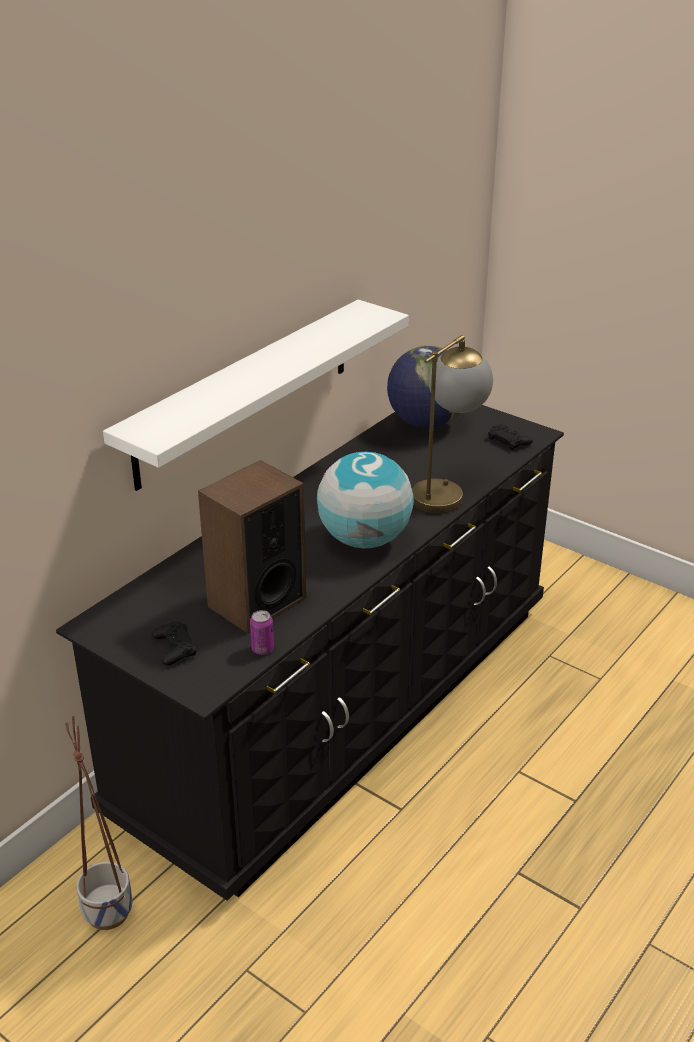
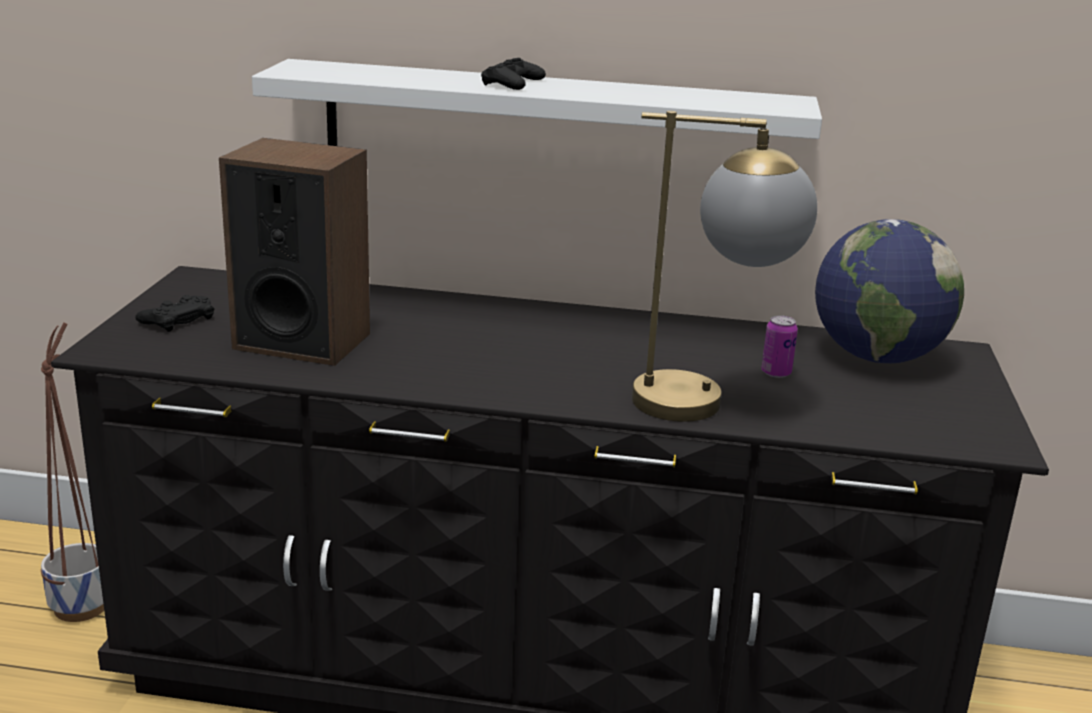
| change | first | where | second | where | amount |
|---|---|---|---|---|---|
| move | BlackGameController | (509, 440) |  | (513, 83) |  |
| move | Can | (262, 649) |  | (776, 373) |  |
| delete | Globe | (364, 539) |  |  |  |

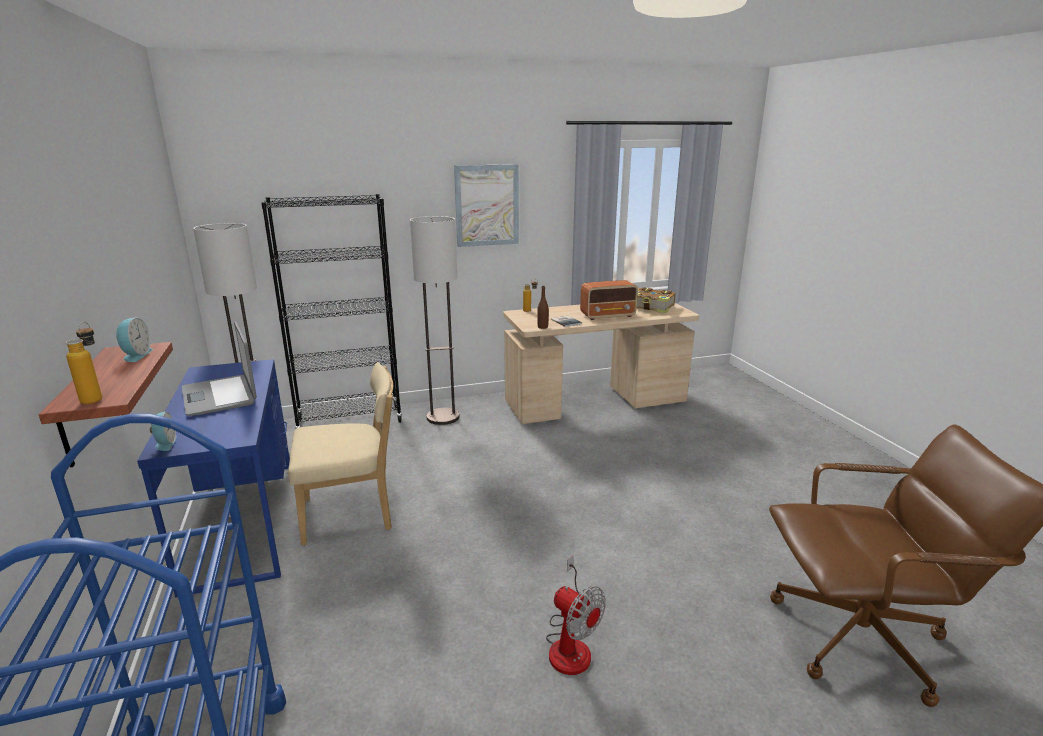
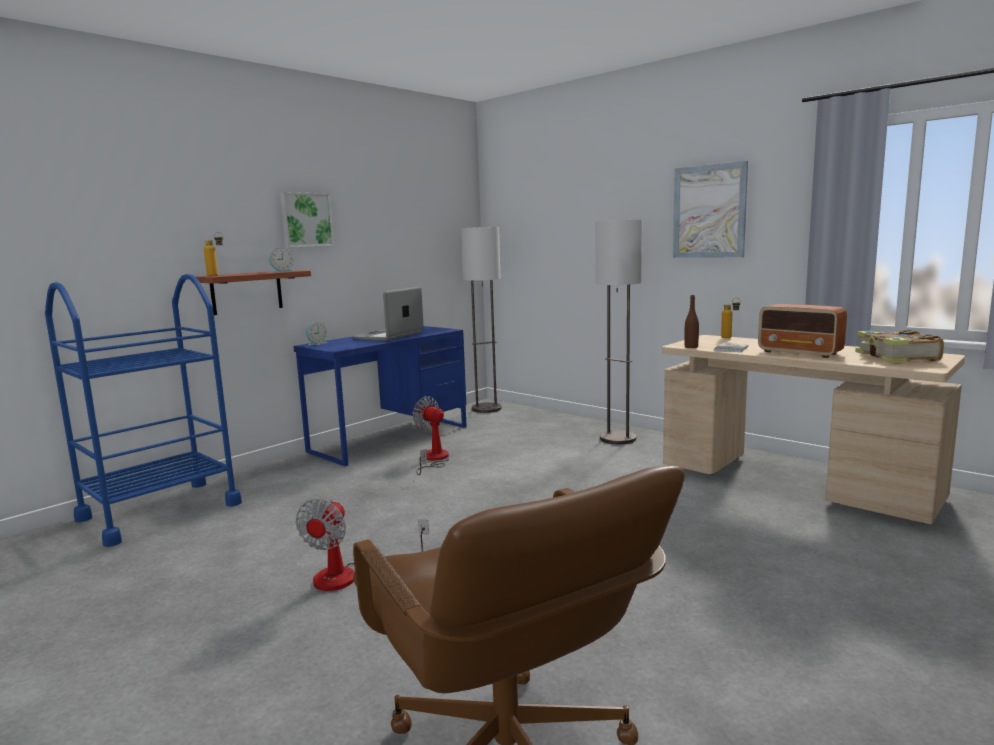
| change | first | where | second | where | amount |
|---|---|---|---|---|---|
| insert |  |  | Picture | (306, 220) |  |
| replace | BeigeChair | (352, 514) | Fan | (433, 459) |  |
| delete | BlackBookcase | (350, 420) |  |  |  |

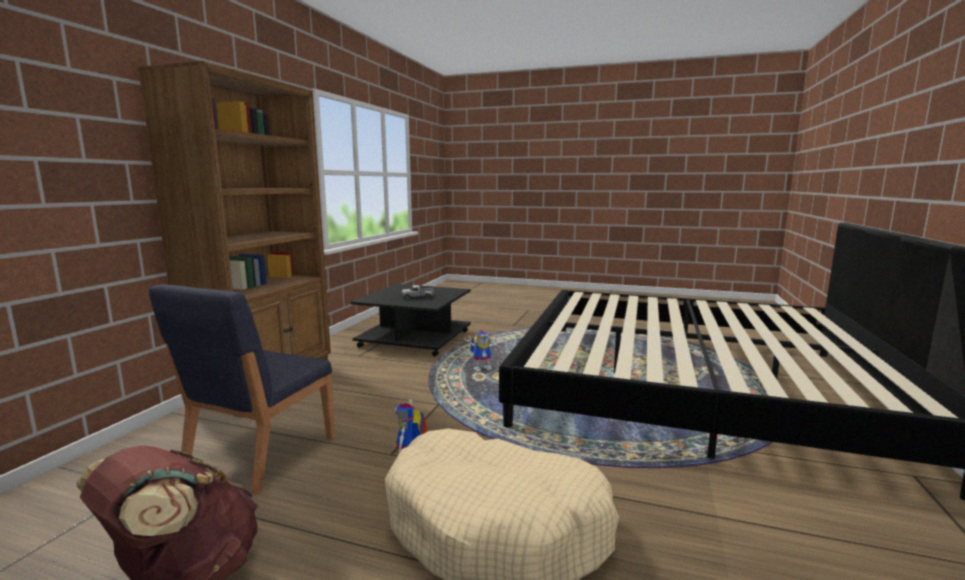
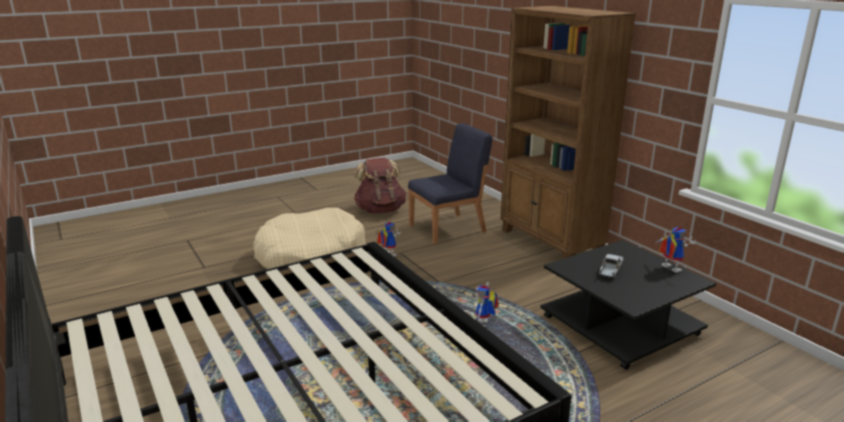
| change | first | where | second | where | amount |
|---|---|---|---|---|---|
| rotate | BlueChair | (259, 454) |  | (448, 228) | 90 degrees clockwise |
| insert |  |  | ToyRobot | (668, 268) |  |

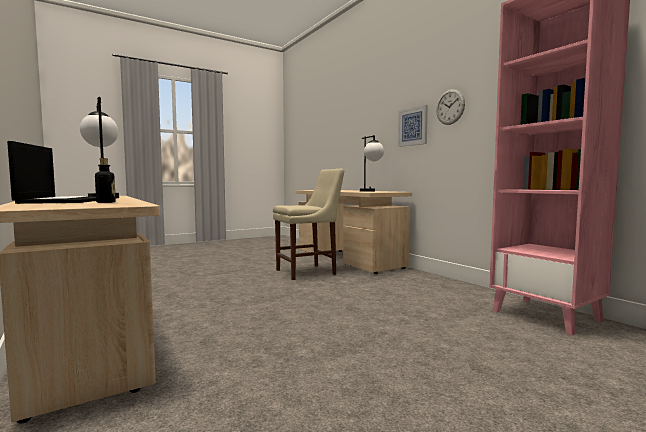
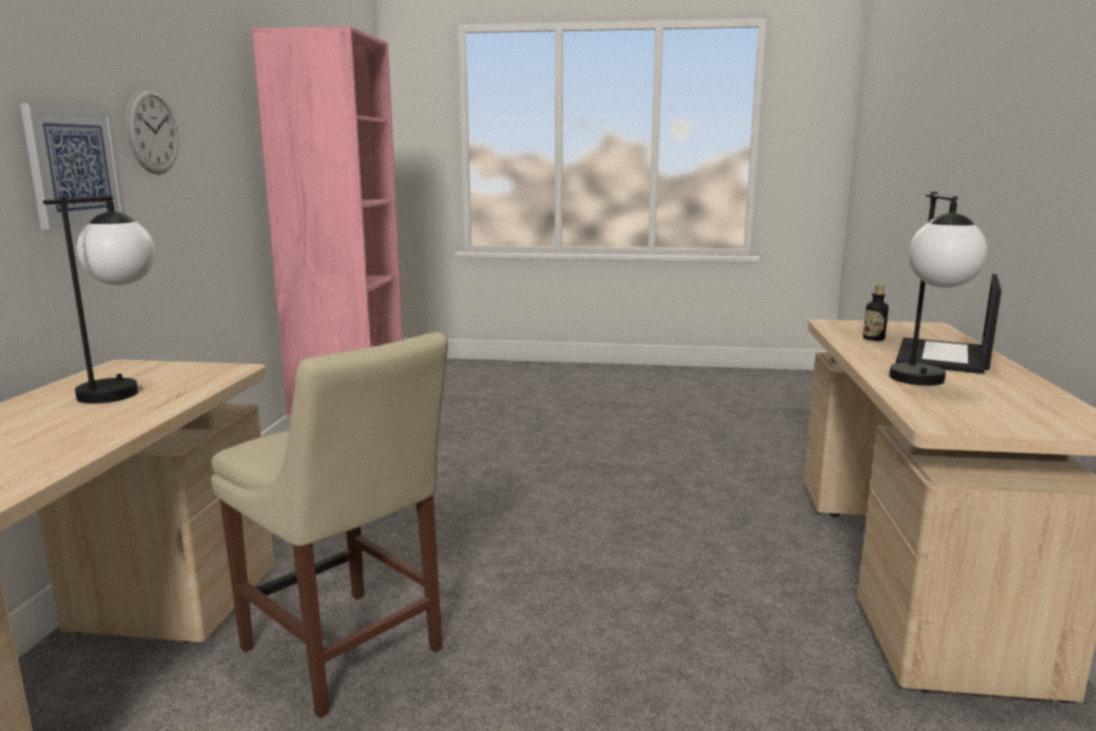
| change | first | where | second | where | amount |
|---|---|---|---|---|---|
| rotate | BeigeChair | (308, 272) |  | (346, 653) | 150 degrees counterclockwise |

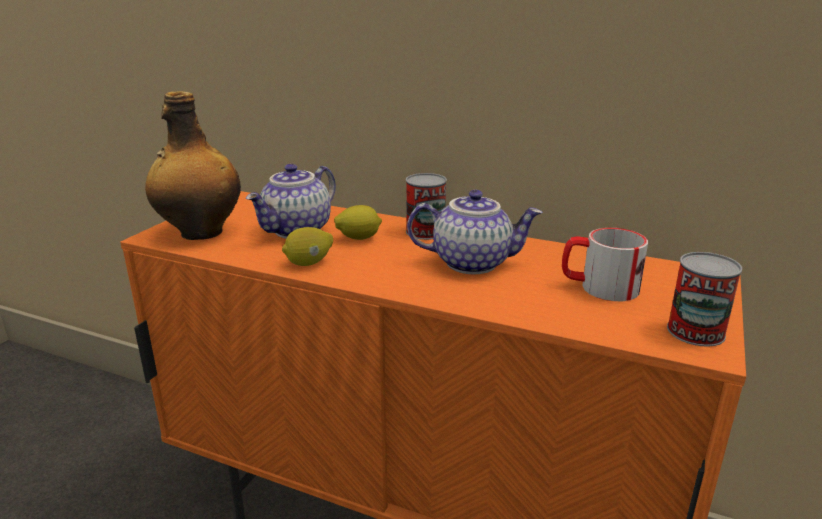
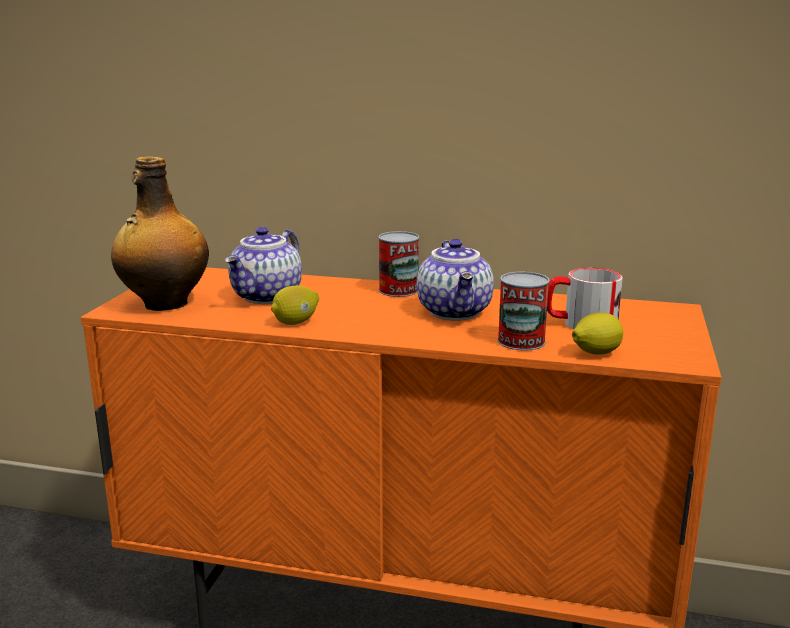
| change | first | where | second | where | amount |
|---|---|---|---|---|---|
| rotate | Teapot | (472, 262) |  | (456, 312) | 90 degrees clockwise |
| move | Can | (695, 331) |  | (521, 341) |  |
| move | Lemon | (358, 238) |  | (595, 353) |  |

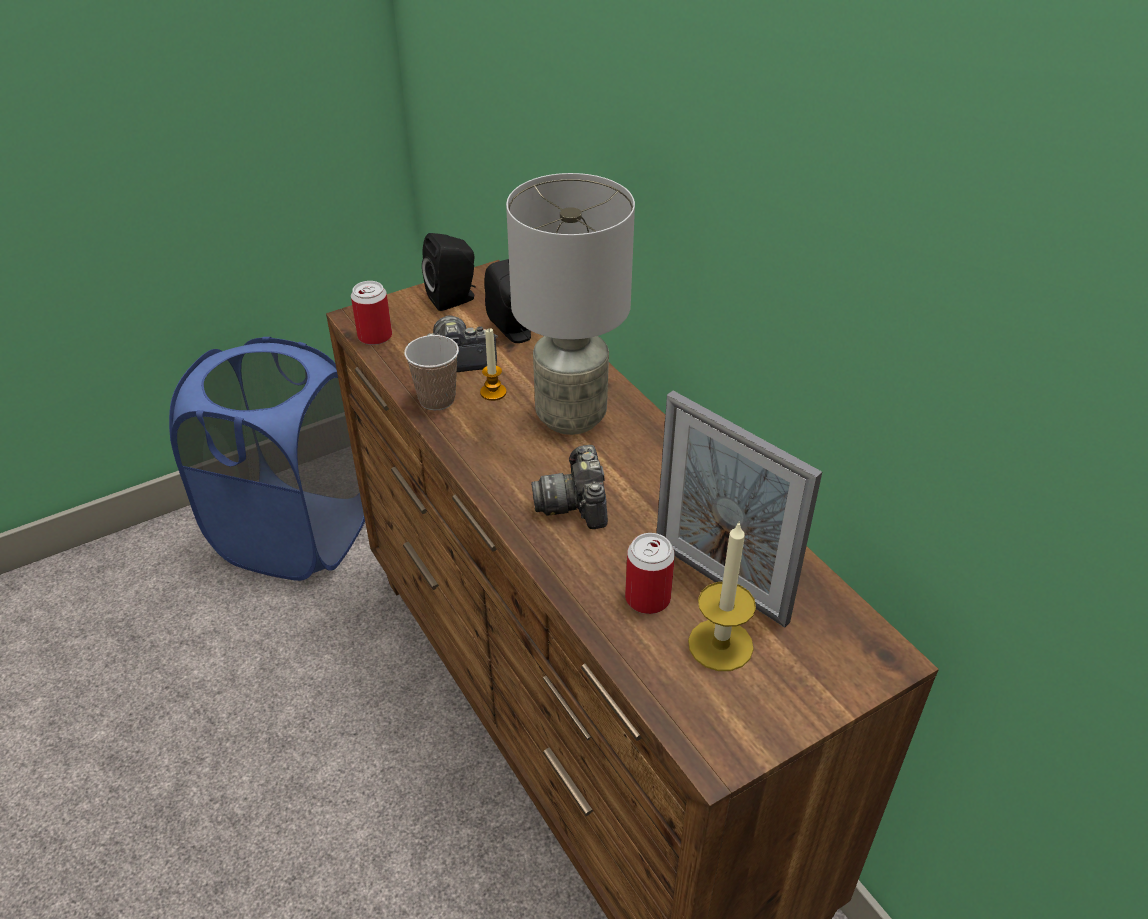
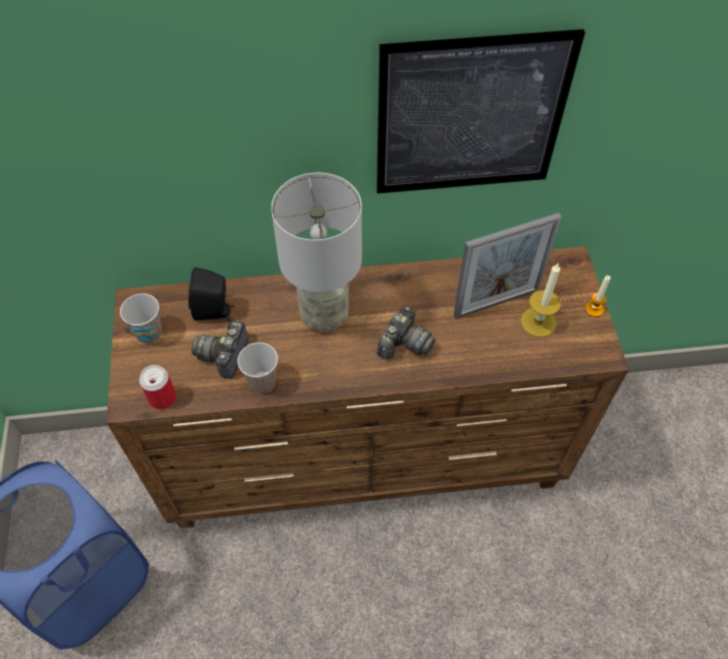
| change | first | where | second | where | amount |
|---|---|---|---|---|---|
| replace | BlackSpeaker | (454, 299) | Cup | (149, 333) |  |
| insert |  |  | Picture | (470, 117) |  |
| rotate | PhotoCamera | (575, 503) |  | (404, 343) | 75 degrees counterclockwise |
| move | Candle | (493, 392) |  | (594, 309) |  |
| delete | Can | (647, 598) |  |  |  |

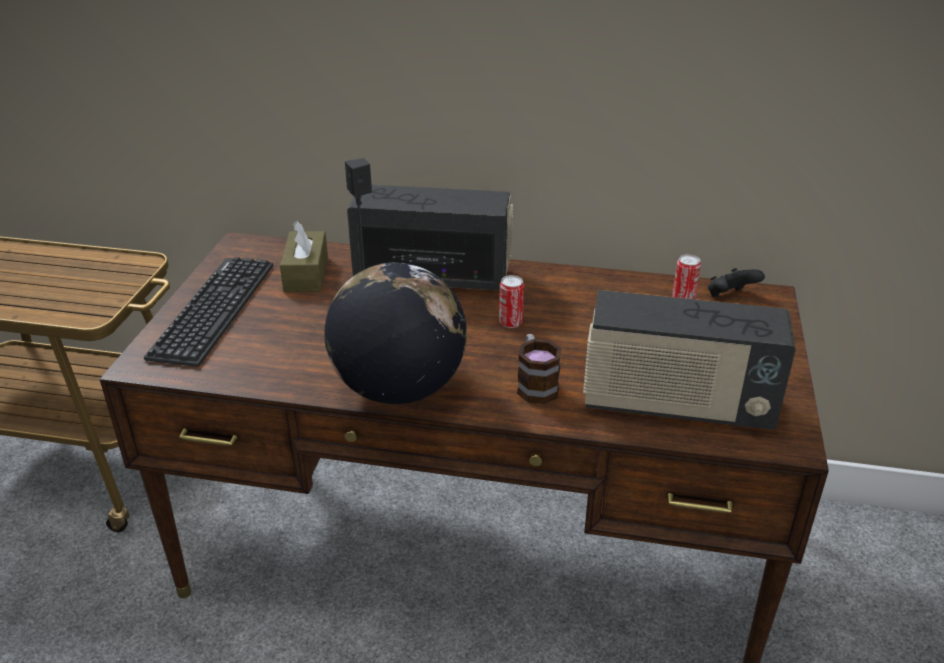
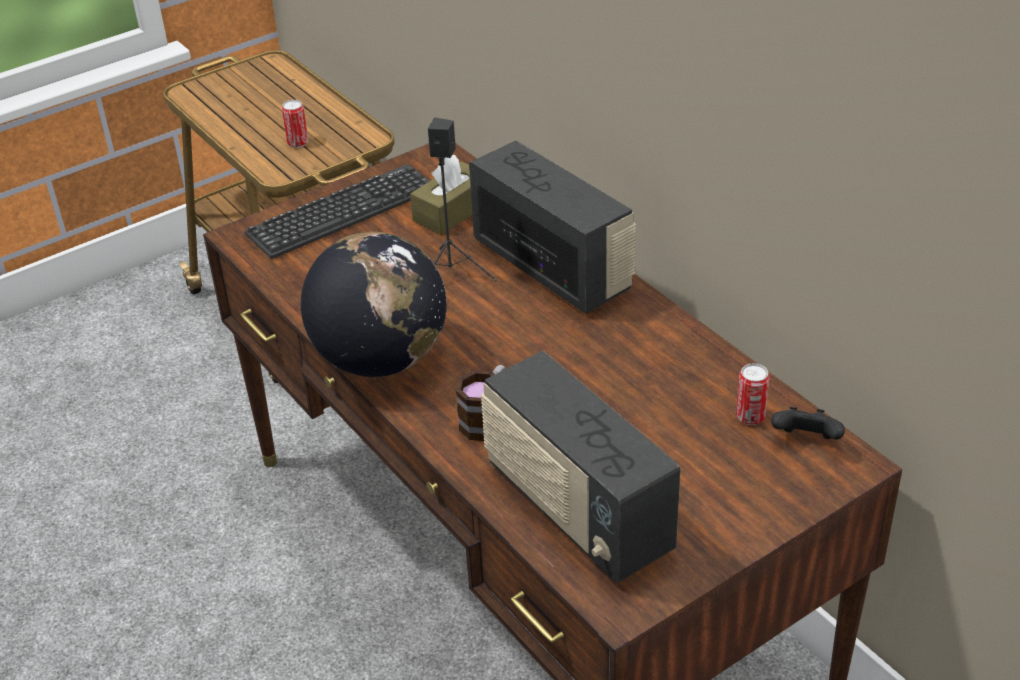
| change | first | where | second | where | amount |
|---|---|---|---|---|---|
| move | Can | (510, 322) |  | (298, 143) |  |

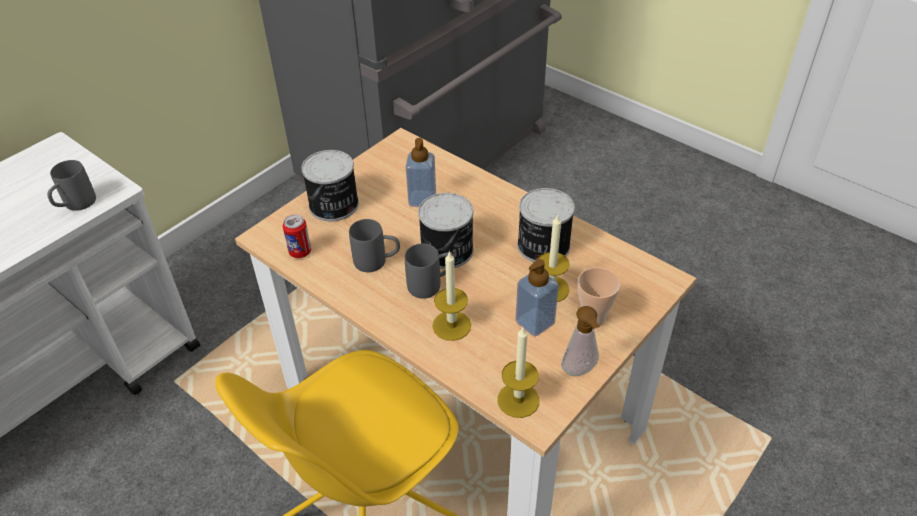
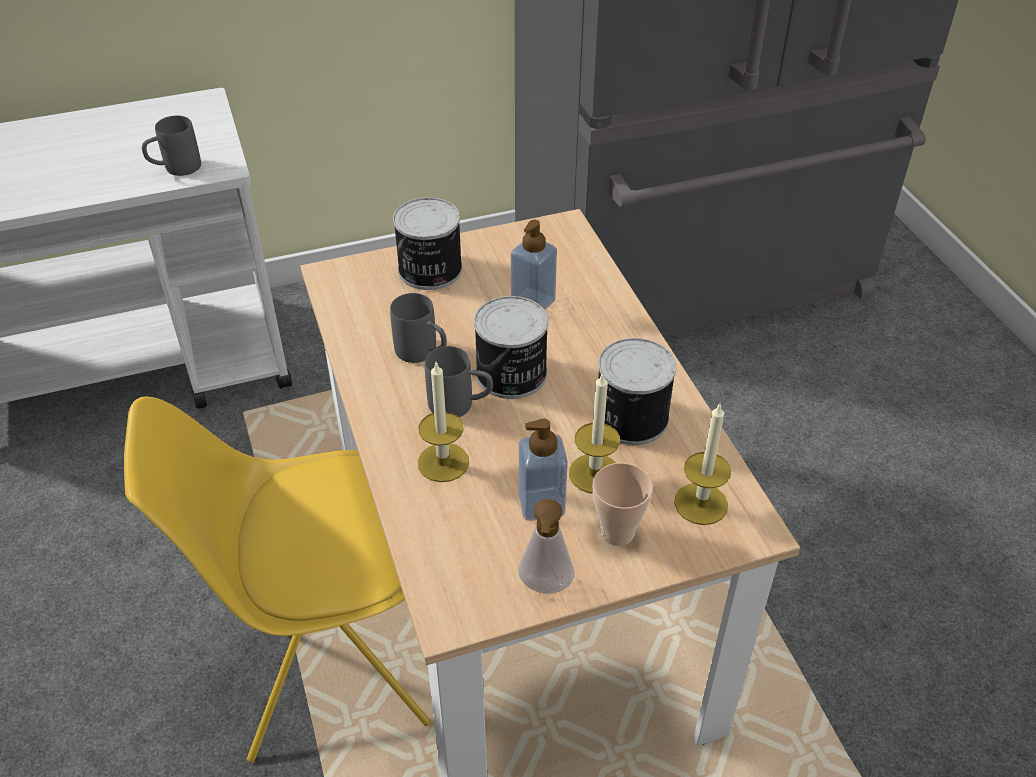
| change | first | where | second | where | amount |
|---|---|---|---|---|---|
| move | Candle | (518, 400) |  | (701, 503) |  |
| delete | Can | (300, 252) |  |  |  |

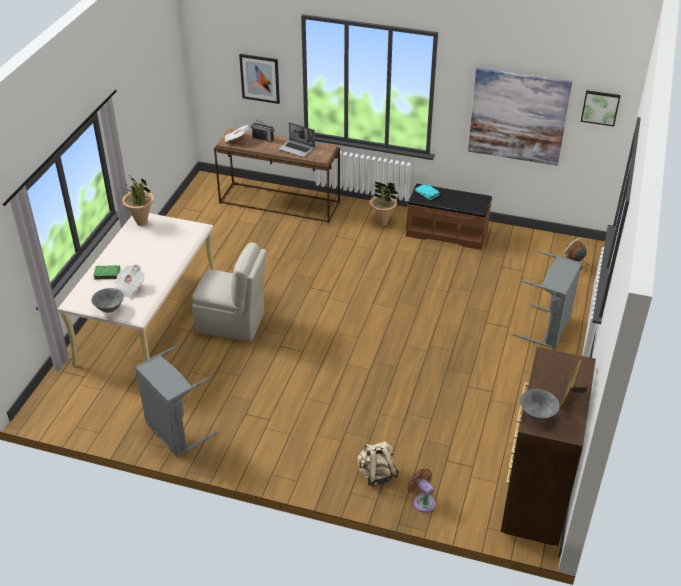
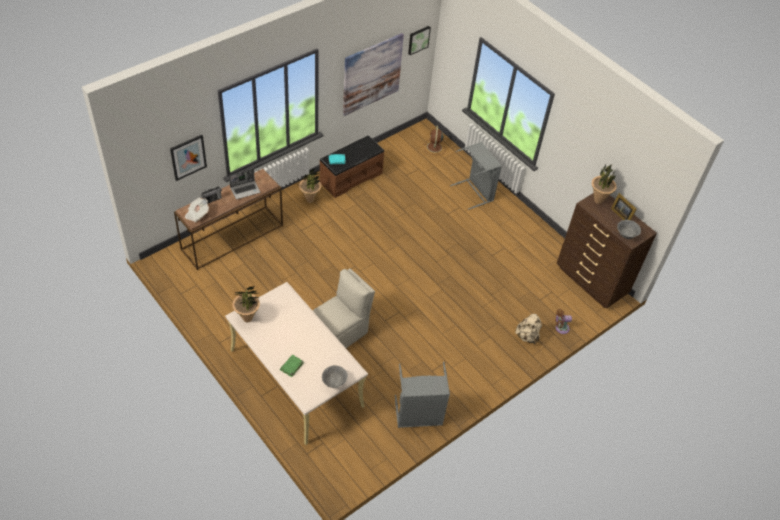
| change | first | where | second | where | amount |
|---|---|---|---|---|---|
| insert |  |  | PottedPlant | (598, 200) |  |
| delete | Newspaper | (129, 288) |  |  |  |

